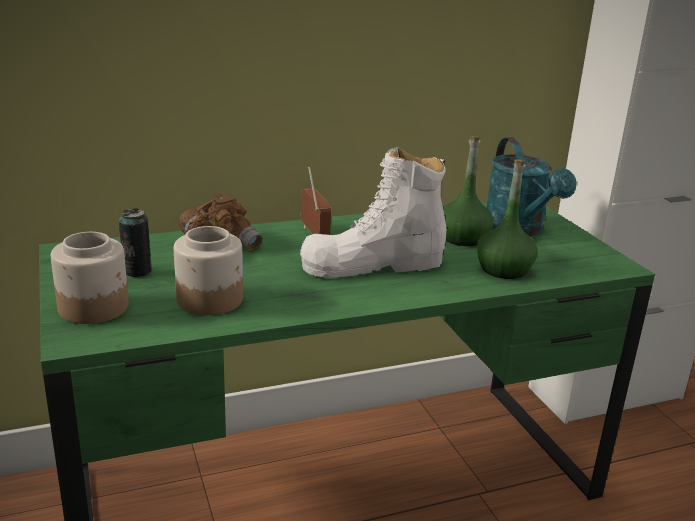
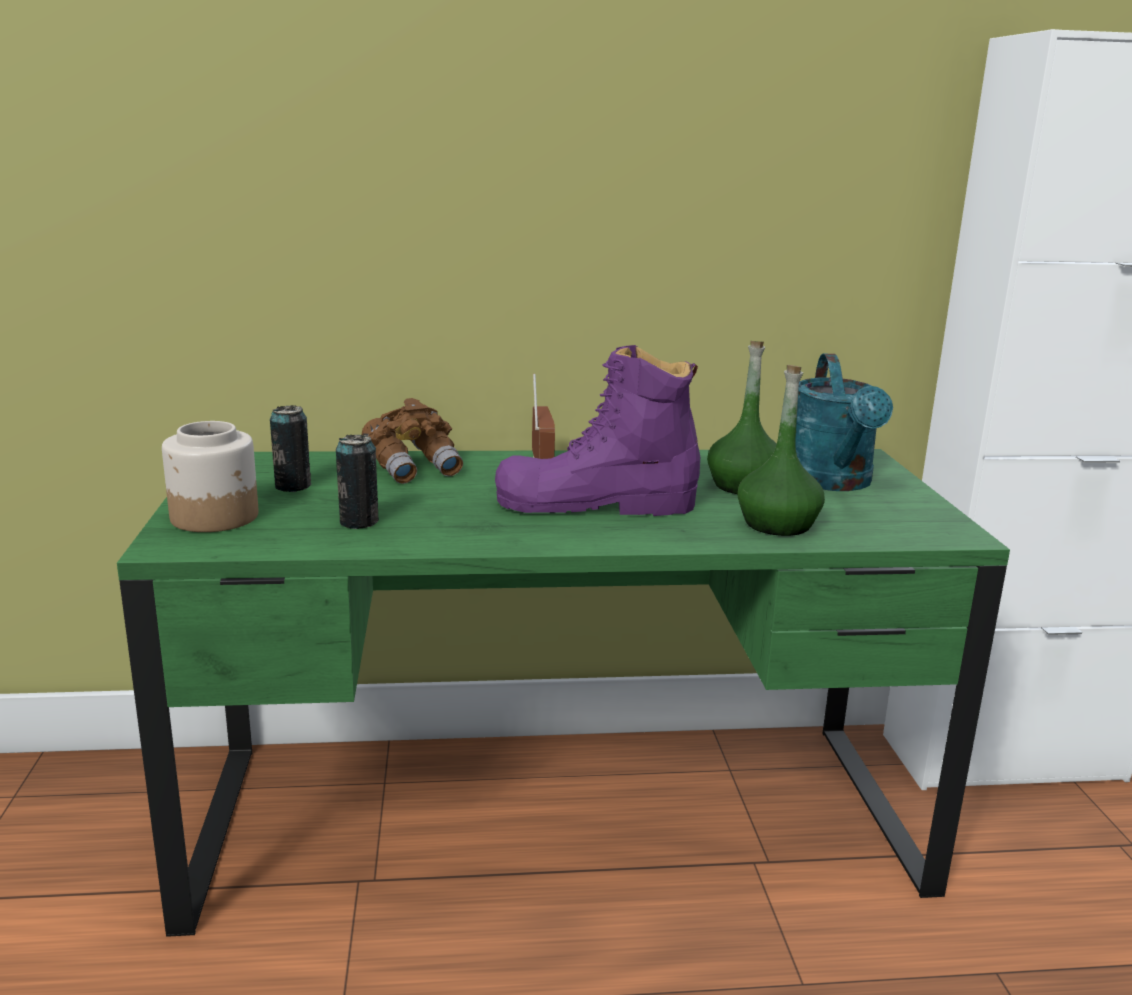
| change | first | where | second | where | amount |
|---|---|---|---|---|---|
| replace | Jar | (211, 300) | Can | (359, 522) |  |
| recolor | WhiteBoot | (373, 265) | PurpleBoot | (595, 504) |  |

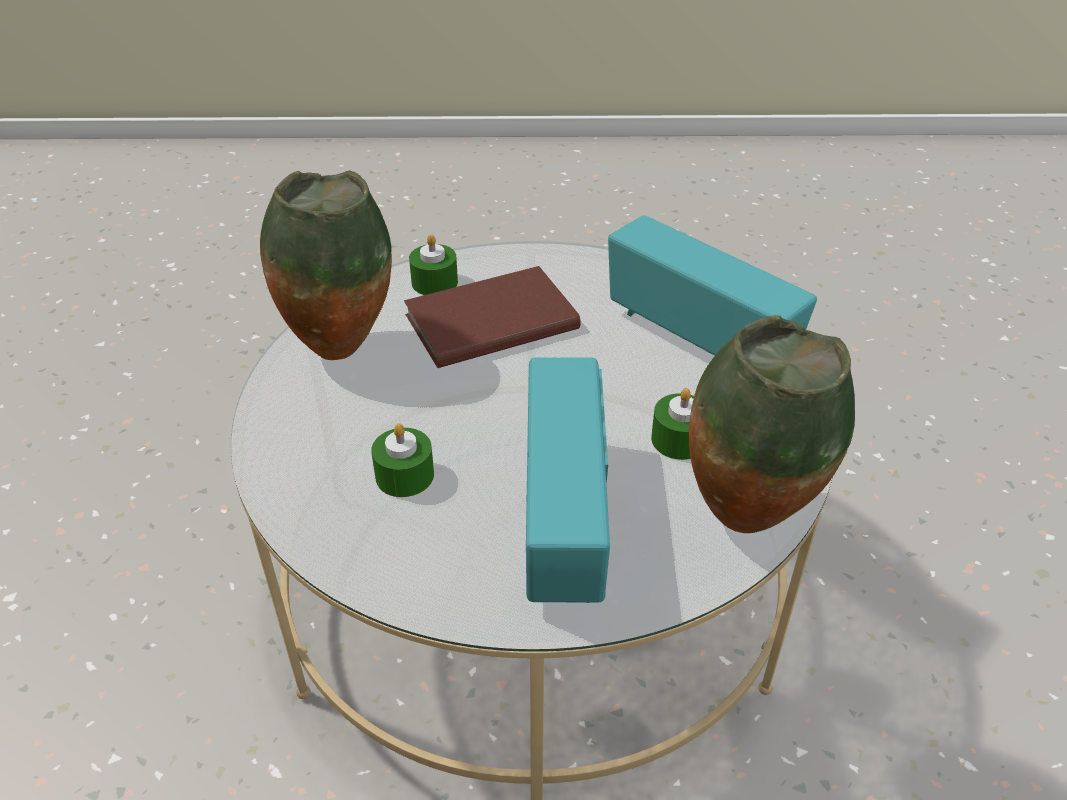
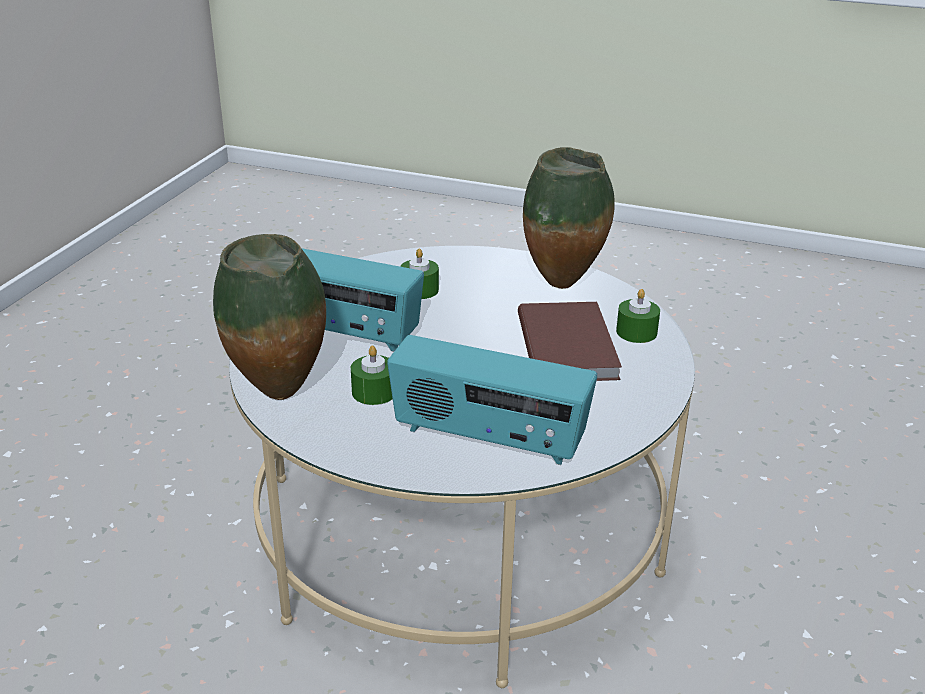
| change | first | where | second | where | amount |
|---|---|---|---|---|---|
| rotate | Radio | (699, 338) |  | (488, 439) | 45 degrees clockwise |

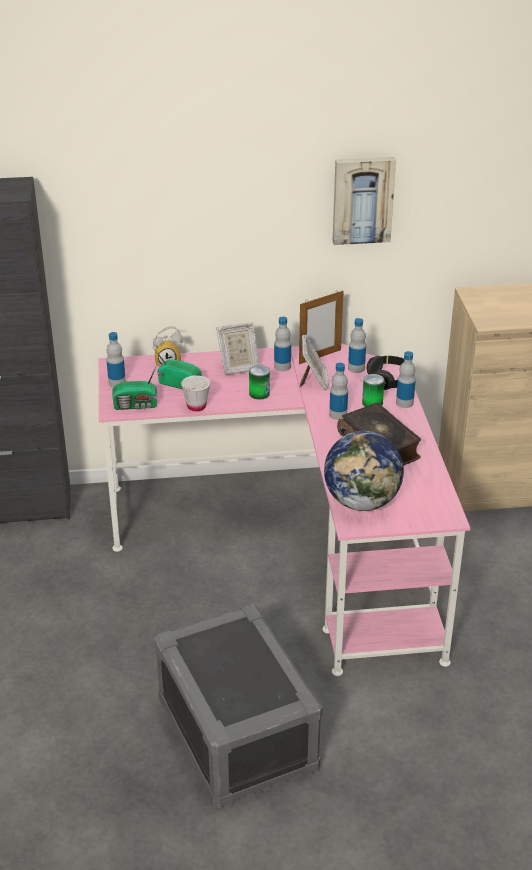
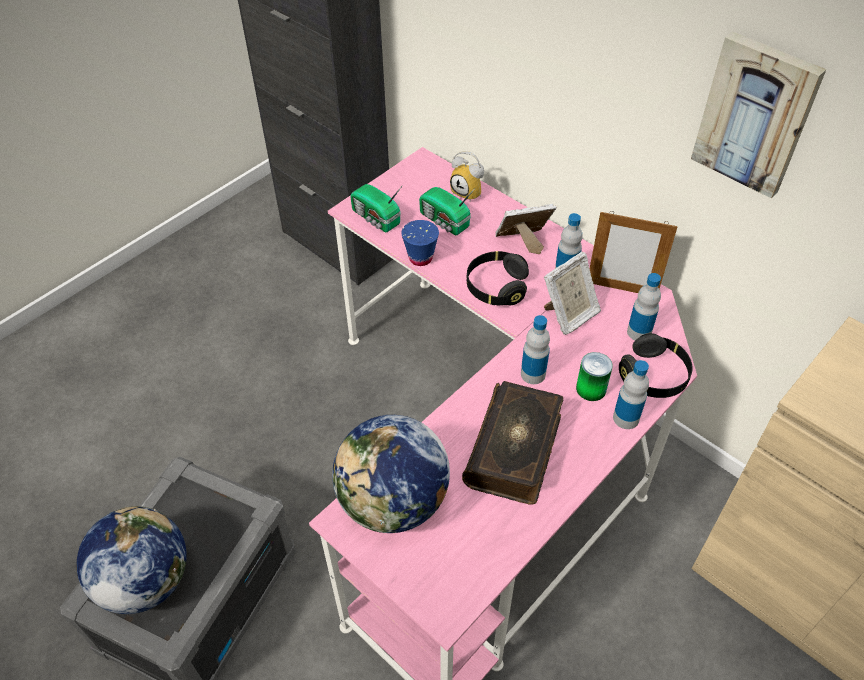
| change | first | where | second | where | amount |
|---|---|---|---|---|---|
| insert |  |  | Globe | (145, 580) |  |
| recolor | WhiteCup | (196, 406) | BlueCup | (420, 258) |  |
| rotate | Radio | (179, 383) |  | (444, 221) | 150 degrees clockwise |
| replace | Can | (259, 393) | BlackHeadphones | (496, 287) |  |
| rotate | PictureFrame | (238, 367) |  | (522, 243) | 135 degrees clockwise |
| delete | Bottle | (117, 383) |  |  |  |

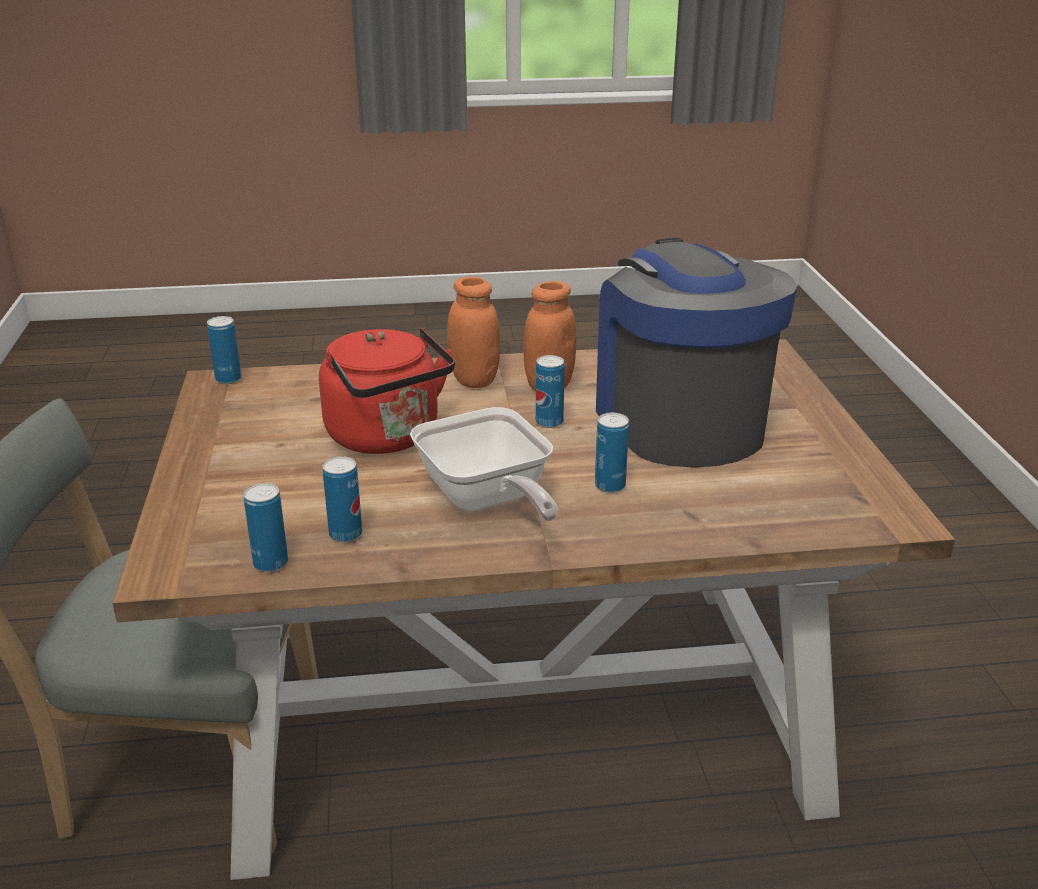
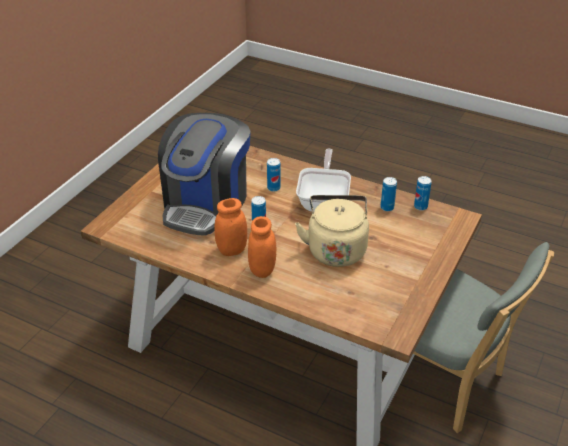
| change | first | where | second | where | amount |
|---|---|---|---|---|---|
| recolor | RedKettle | (388, 438) | BeigeKettle | (336, 249) |  |
| delete | Can | (228, 379) |  |  |  |

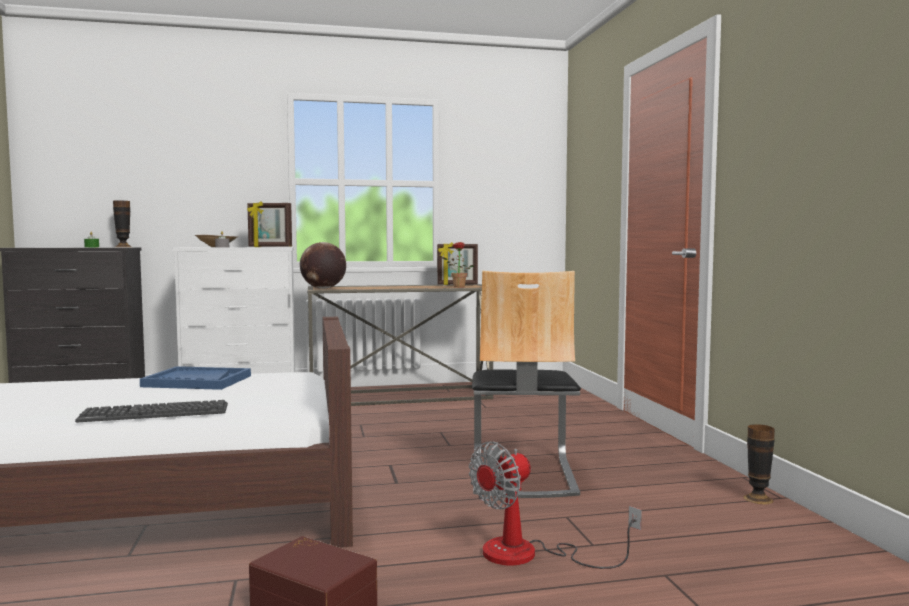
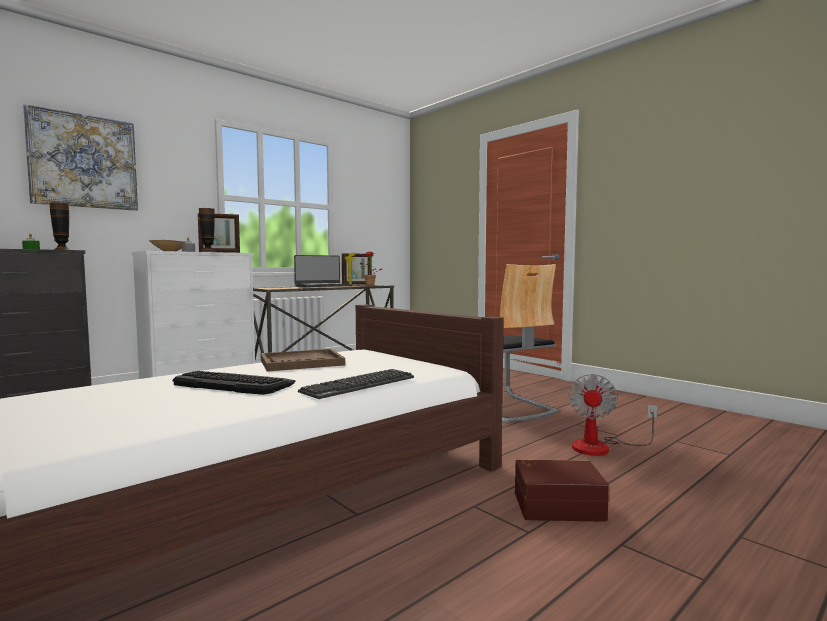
| change | first | where | second | where | amount |
|---|---|---|---|---|---|
| insert |  |  | Picture | (84, 161) |  |
| insert |  |  | Keyboard | (234, 383) |  |
| move | Vase | (758, 499) |  | (208, 252) |  |
| recolor | BlueTray | (197, 381) | BrownTray | (301, 362) |  |
| insert |  |  | Laptop | (323, 286) |  |
| delete | Globe | (323, 288) |  |  |  |

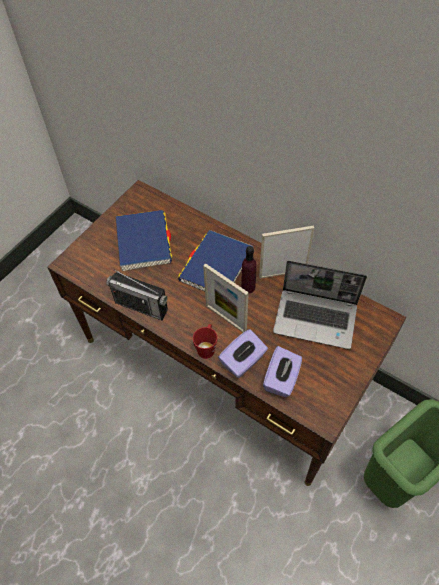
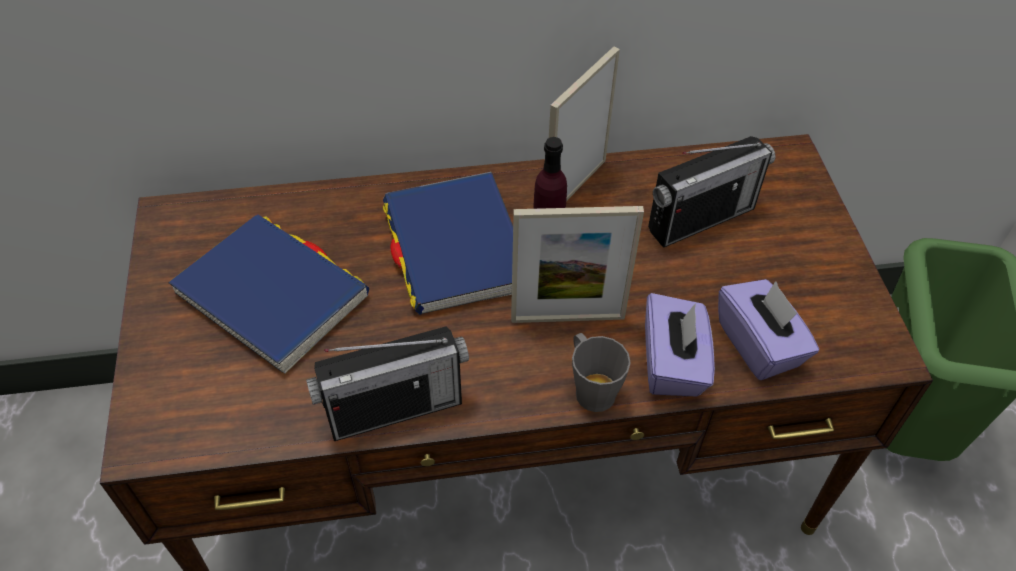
| change | first | where | second | where | amount |
|---|---|---|---|---|---|
| recolor | RedMug | (207, 347) | GreyMug | (591, 388) |  |
| replace | Laptop | (316, 318) | Radio | (701, 219) |  |

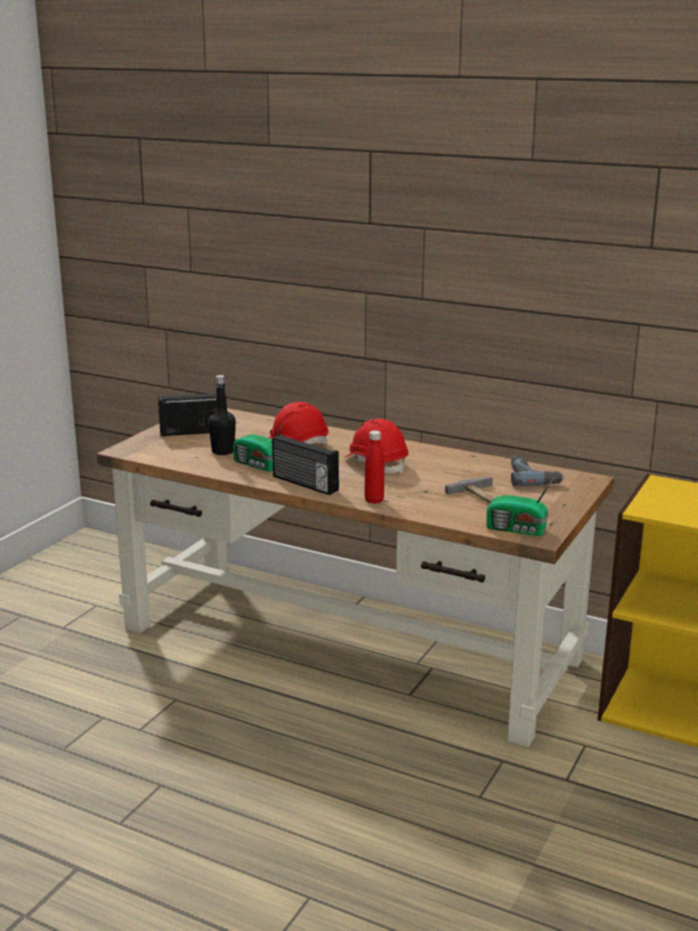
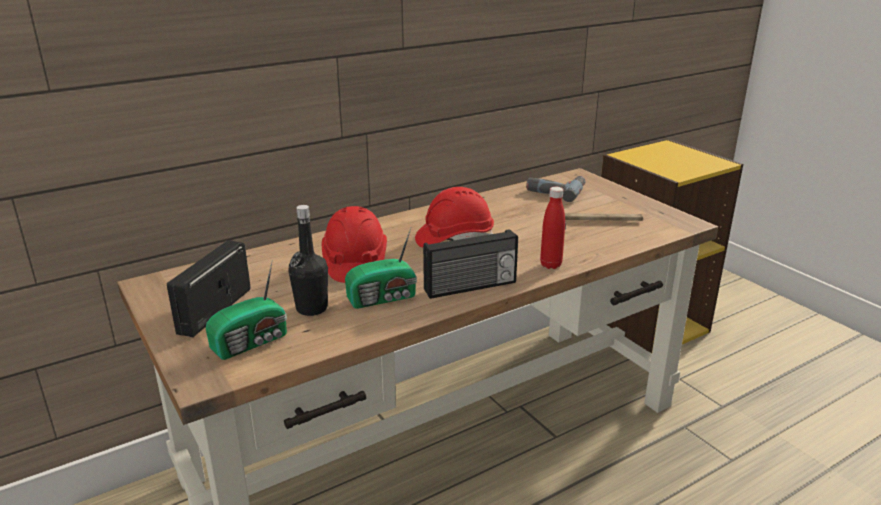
| change | first | where | second | where | amount |
|---|---|---|---|---|---|
| move | Radio | (517, 530) |  | (252, 342) |  |

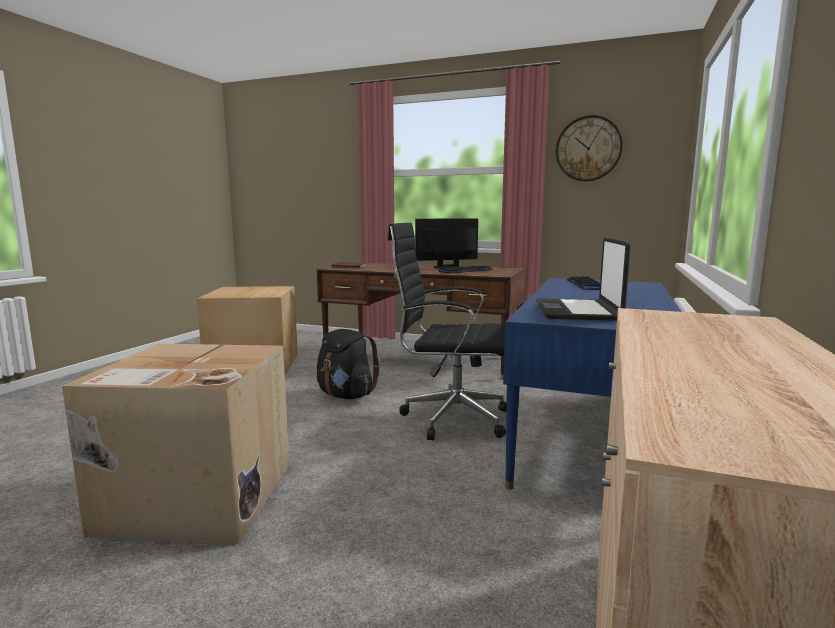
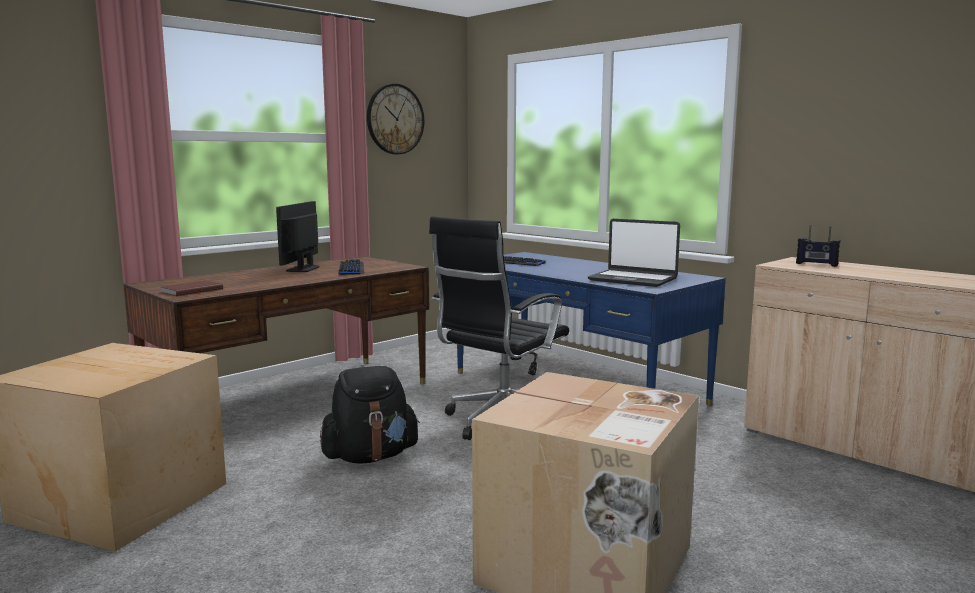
| change | first | where | second | where | amount |
|---|---|---|---|---|---|
| insert |  |  | Radio | (816, 264) |  |

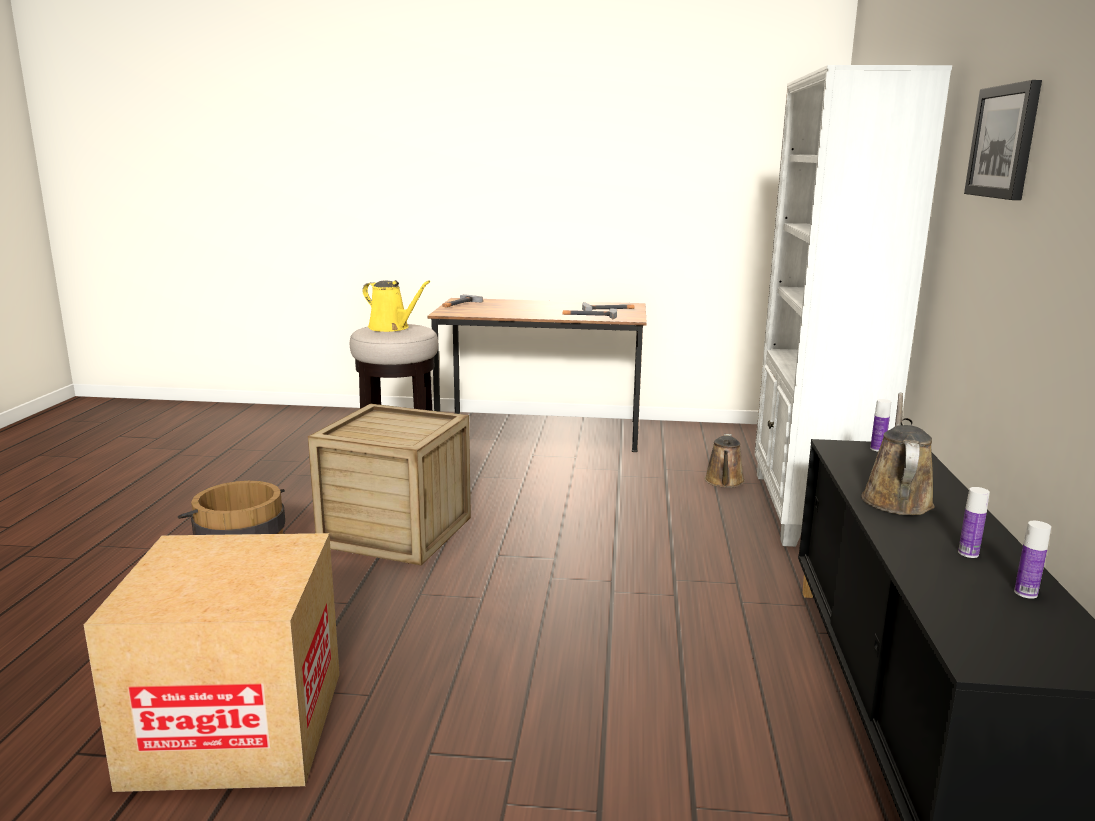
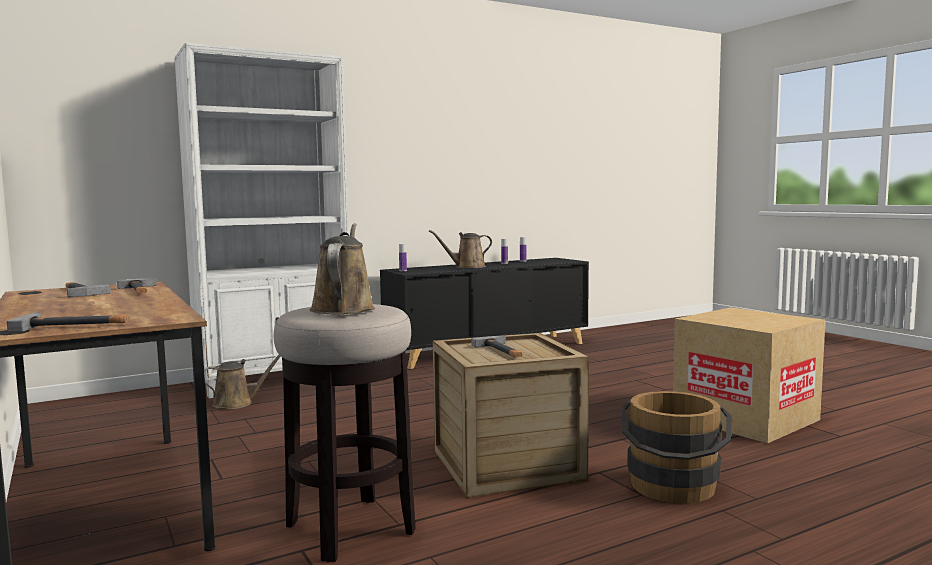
| change | first | where | second | where | amount |
|---|---|---|---|---|---|
| recolor | YellowWateringCan | (391, 328) | BrownWateringCan | (343, 308) |  |
| insert |  |  | Hammer | (503, 351) |  |
| delete | Picture | (1004, 142) |  |  |  |

